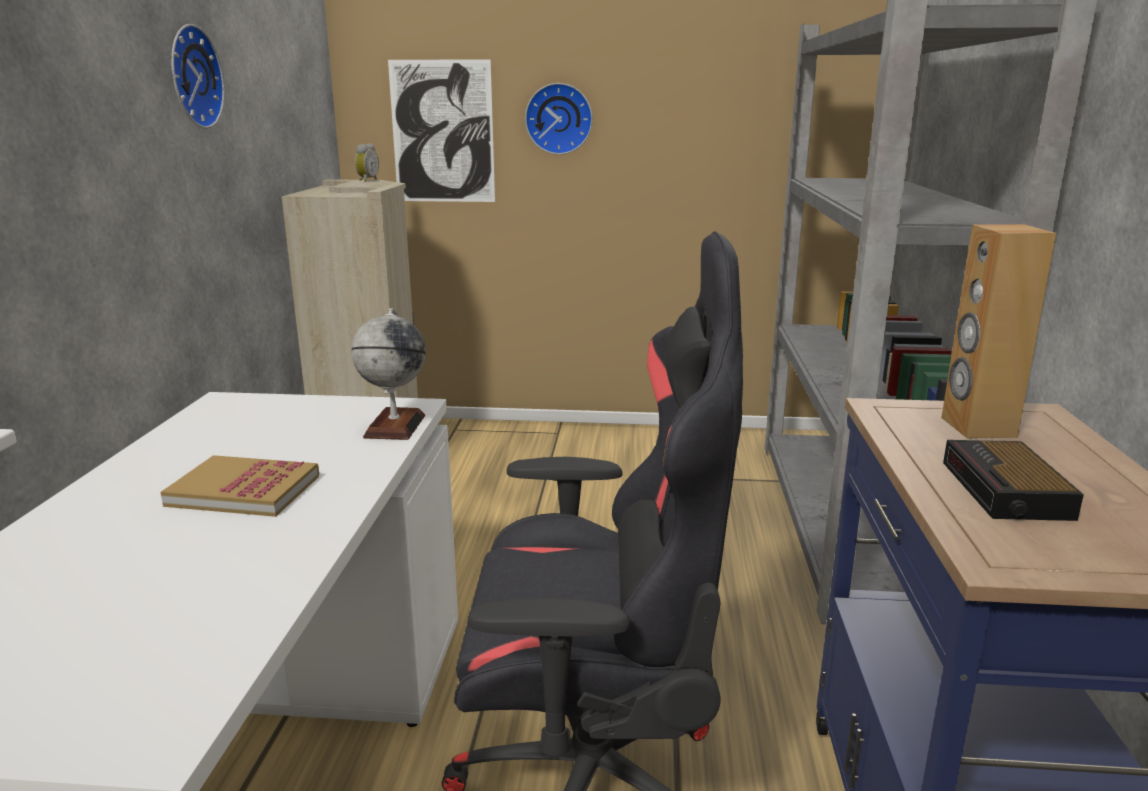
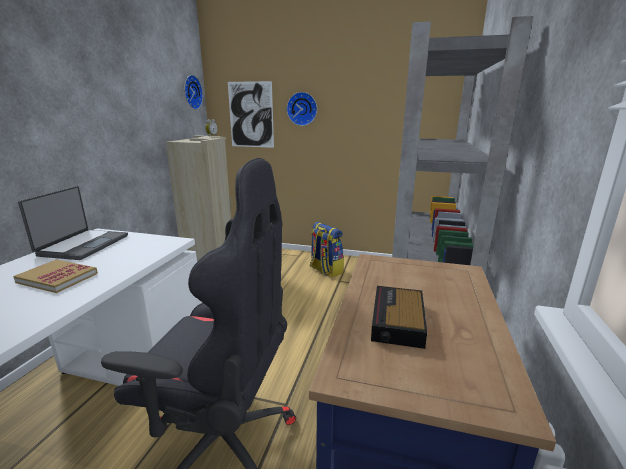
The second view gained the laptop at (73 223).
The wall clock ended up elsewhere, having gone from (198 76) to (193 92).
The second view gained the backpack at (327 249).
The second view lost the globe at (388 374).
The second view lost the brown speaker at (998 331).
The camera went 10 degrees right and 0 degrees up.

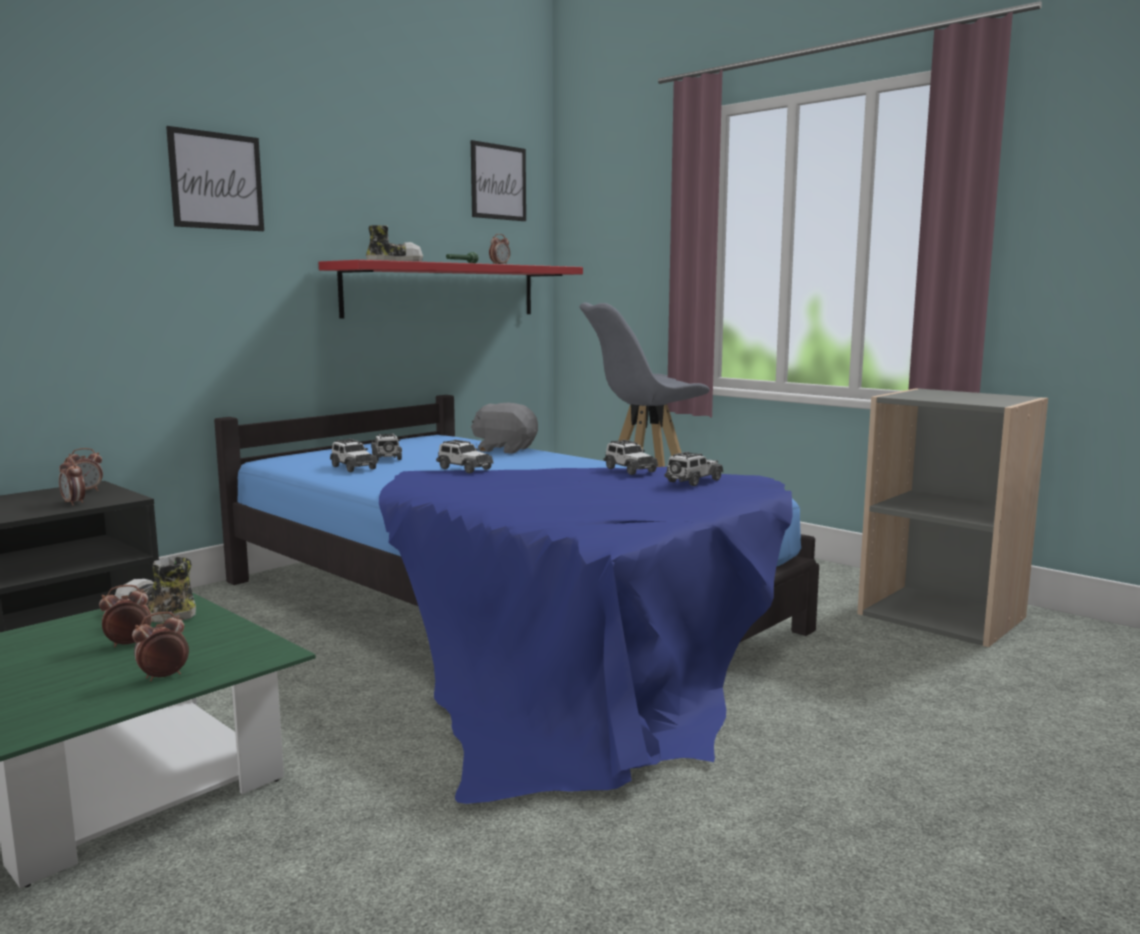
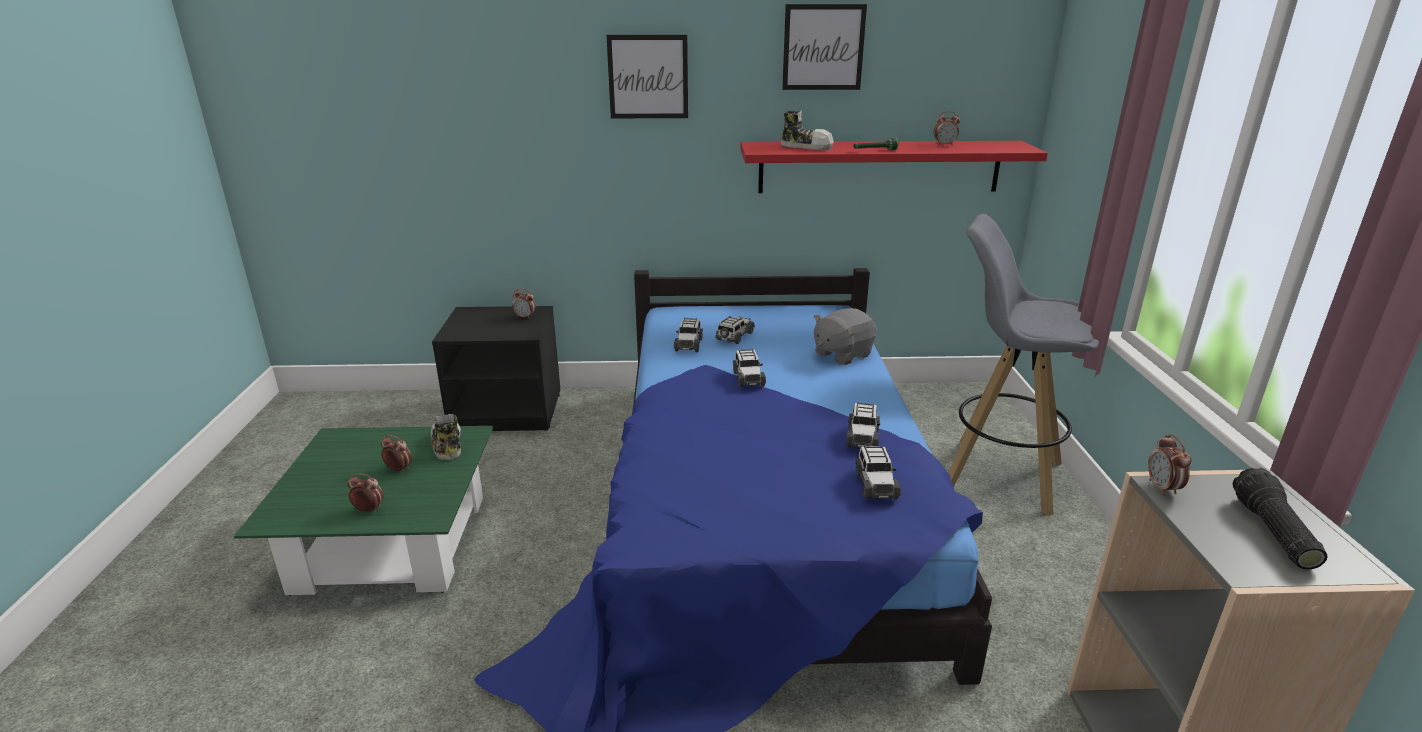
The picture ended up elsewhere, having gone from (498 180) to (824 47).
The grey plush toy at (504 428) ended up facing another way, 105 degrees counterclockwise from before.
The toy car at (693 469) ended up facing another way, 90 degrees clockwise from before.
The alarm clock ended up elsewhere, having gone from (72 482) to (1169 465).
The second view gained the flashlight at (1280 519).
The camera went 45 degrees right and 15 degrees up.

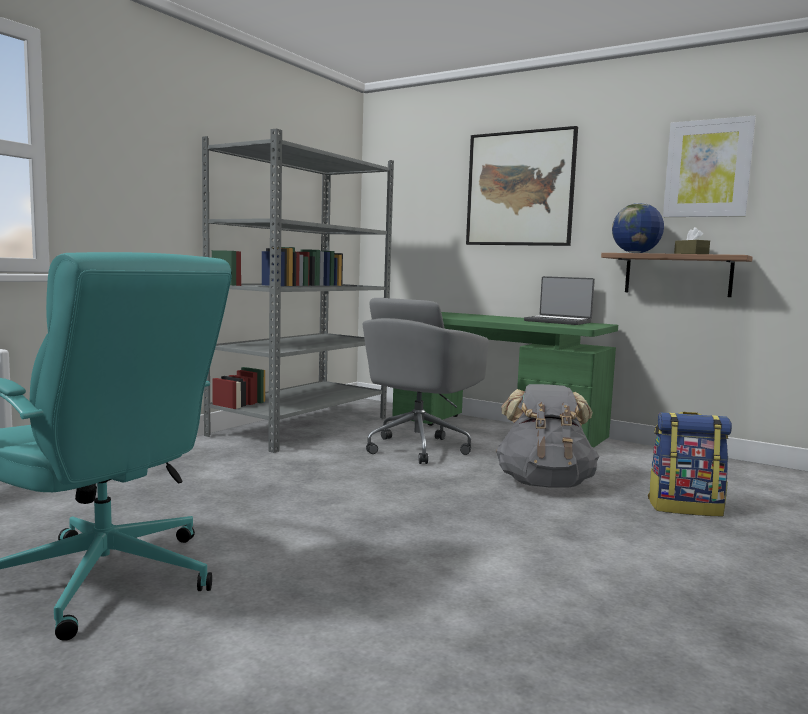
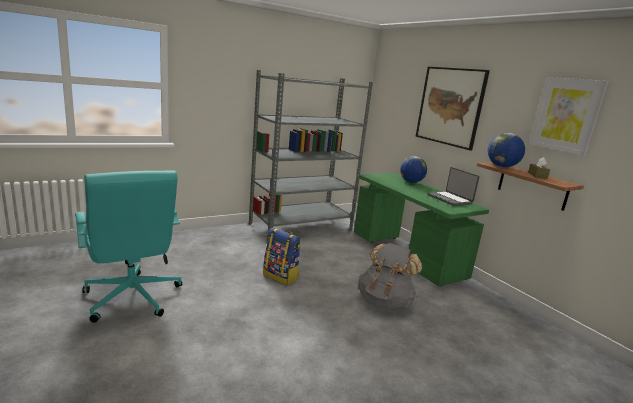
The backpack ended up elsewhere, having gone from (690 464) to (282 256).
The second view gained the globe at (413 169).
The second view lost the grey office chair at (426 381).
The camera went 25 degrees right and 10 degrees up.

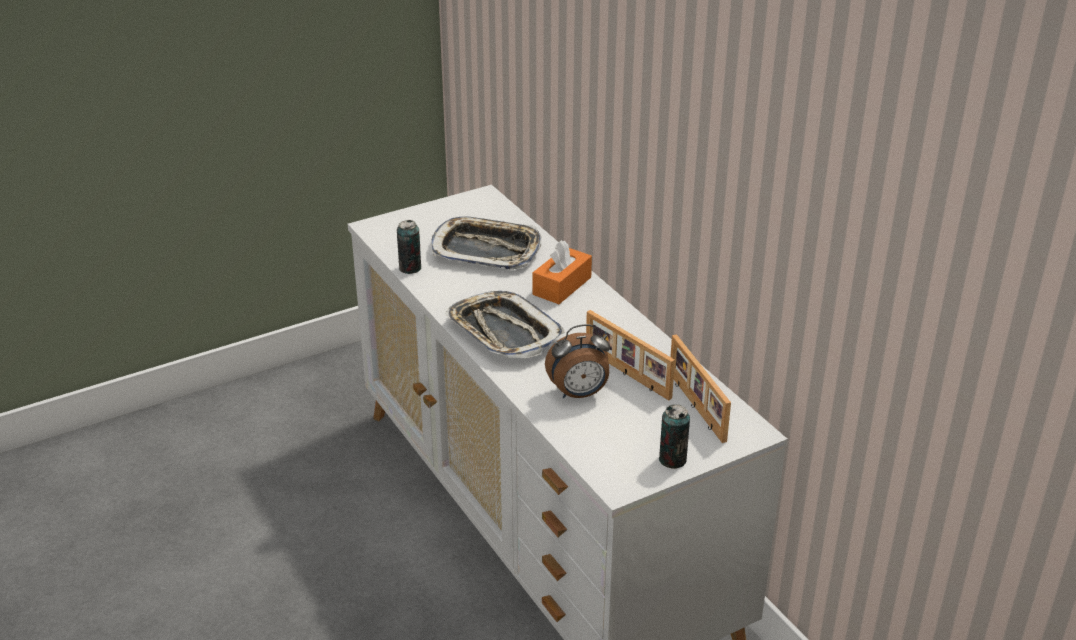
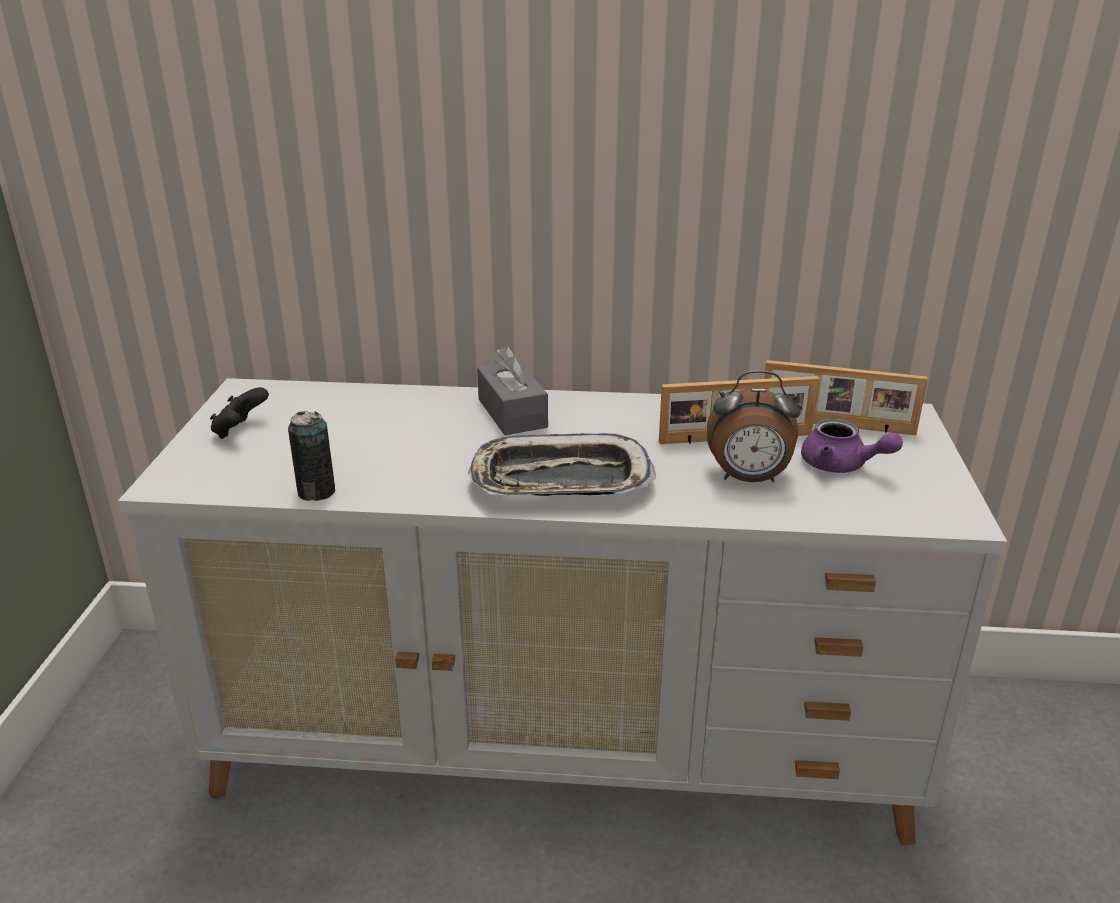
The second view gained the black game controller at (239 413).
What was the orange tissue box at (562 272) turned into the grey tissue box at (512 390).
The alarm clock at (577 361) ended up facing another way, 75 degrees clockwise from before.
The second view gained the purple teapot at (852 446).
The second view lost the tray at (486 243).
The second view lost the can at (674 436).
The camera went 55 degrees left and 5 degrees down.

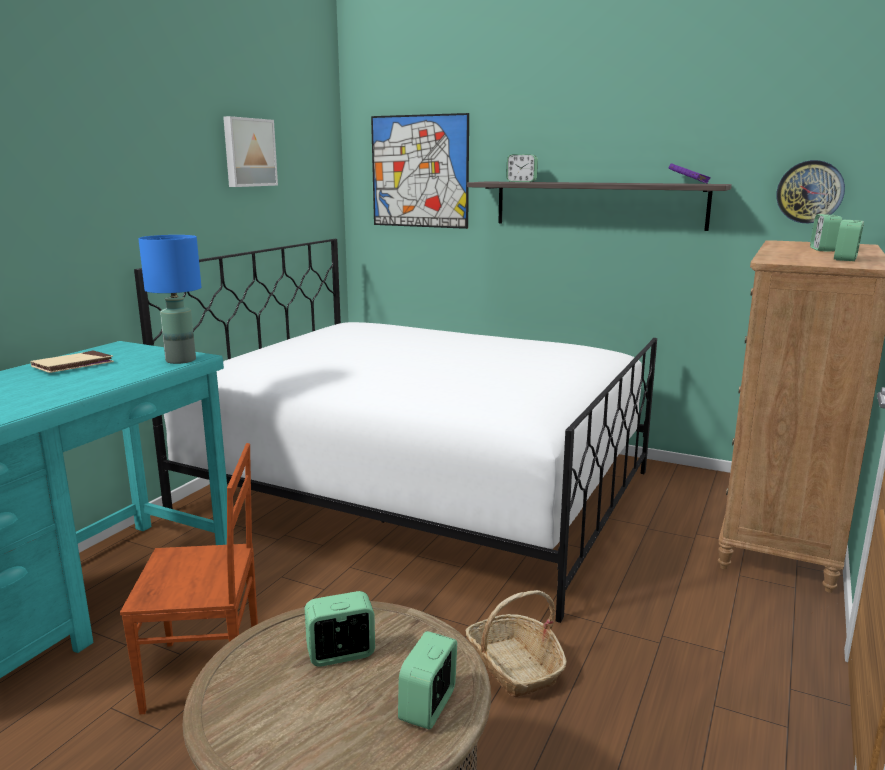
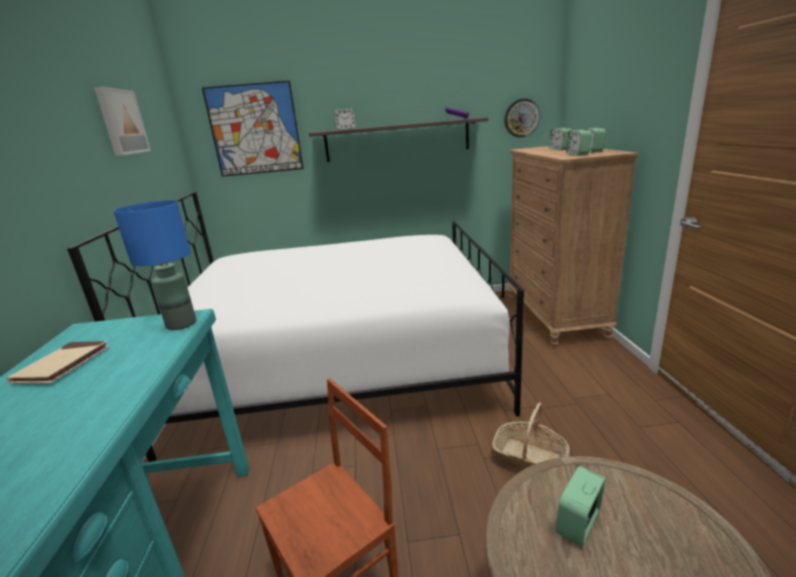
The alarm clock ended up elsewhere, having gone from (427 680) to (578 142).
The camera went 30 degrees left and 5 degrees up.

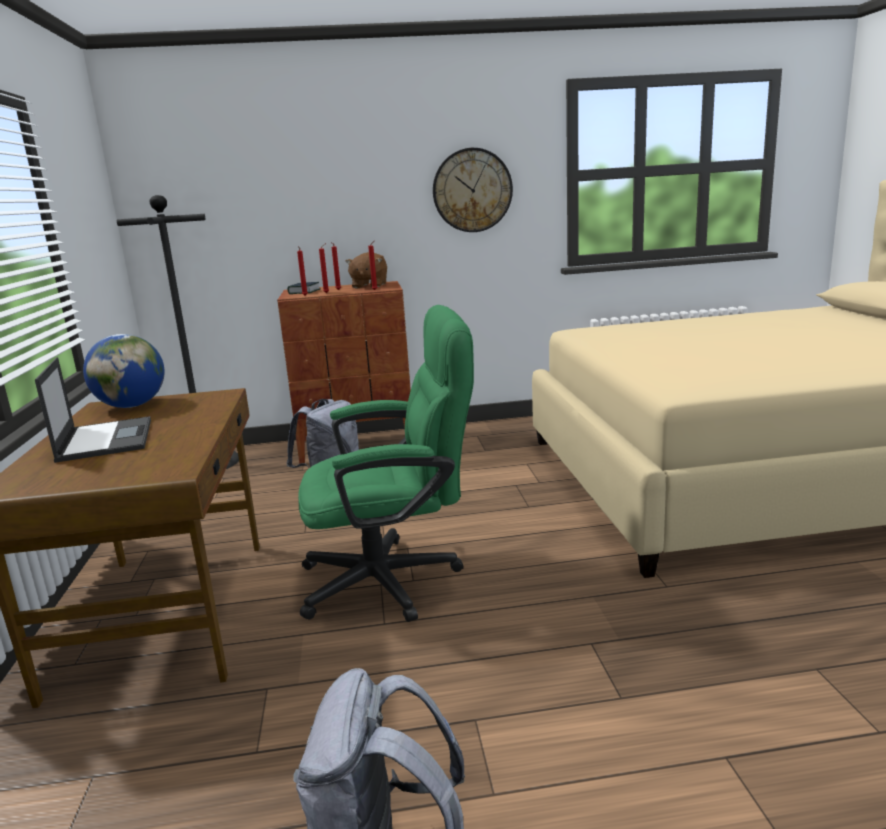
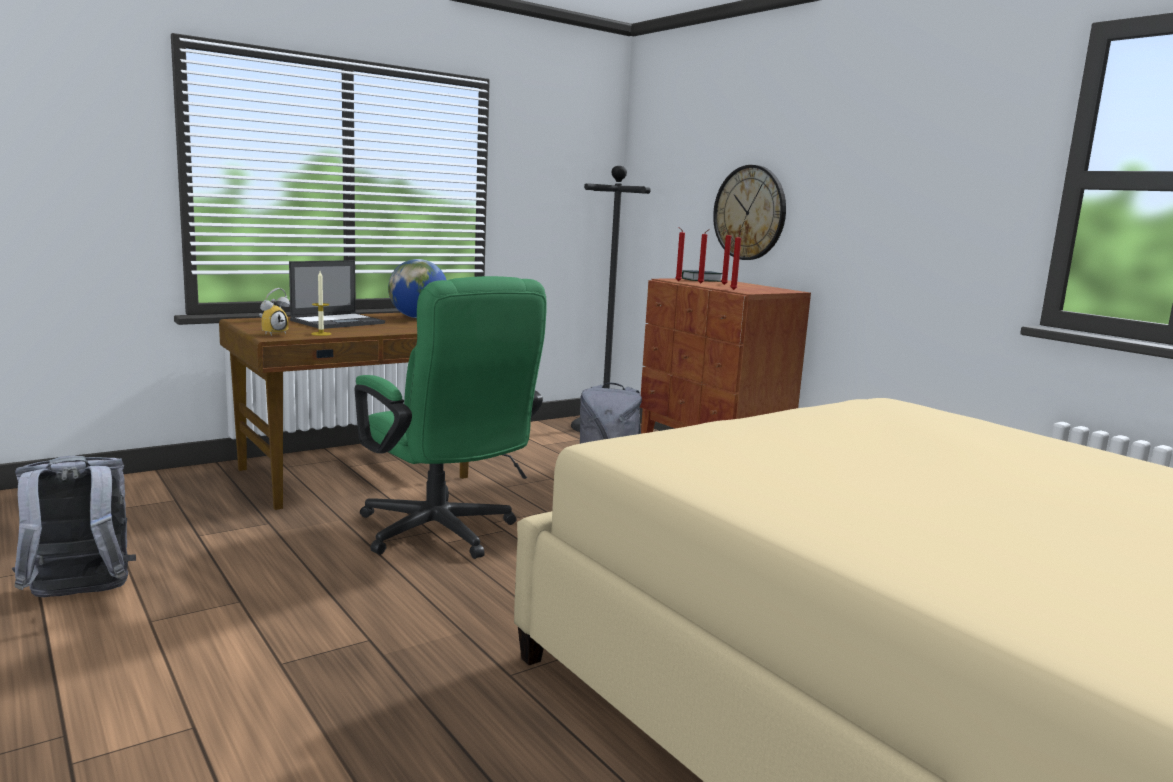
The second view gained the alarm clock at (274 312).
The second view gained the candle at (321 303).
The wall clock ended up elsewhere, having gone from (473 190) to (749 212).
The second view lost the brown plush toy at (366 270).
The camera went 60 degrees right and 5 degrees down.

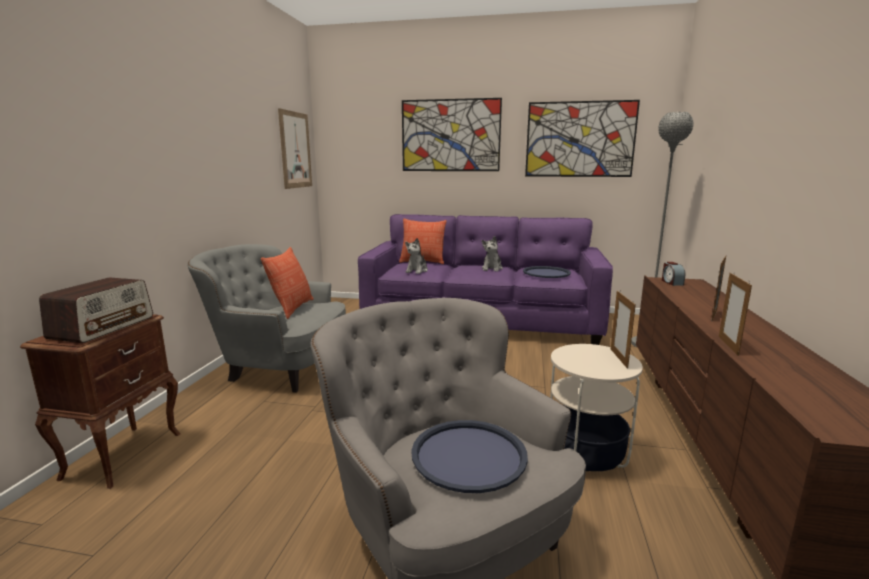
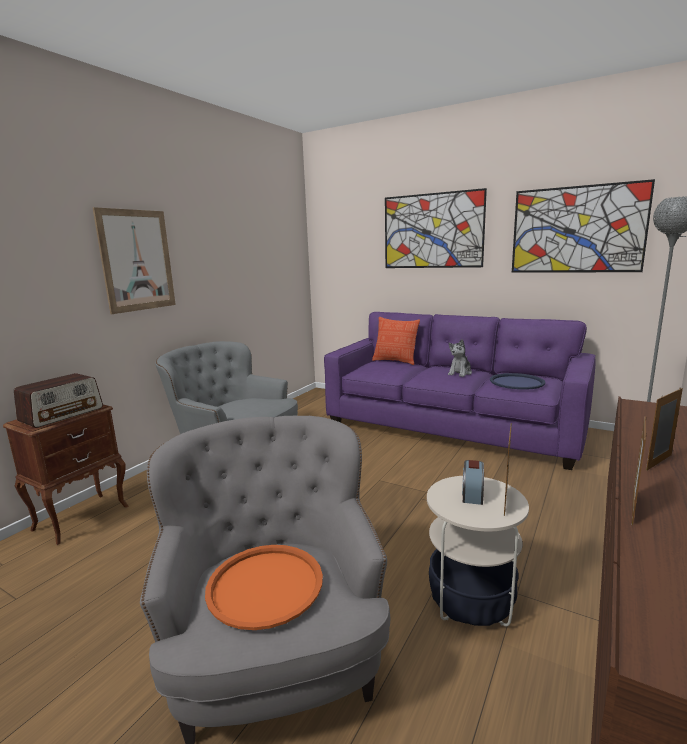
The picture ended up elsewhere, having gone from (295 148) to (134 260).
What was the blue tray at (469 456) turned into the orange tray at (264 587).
The alarm clock ended up elsewhere, having gone from (674 274) to (473 482).
The second view lost the orange pillow at (287 283).
The second view lost the plush toy at (416 256).
The camera went 20 degrees right and 0 degrees up.

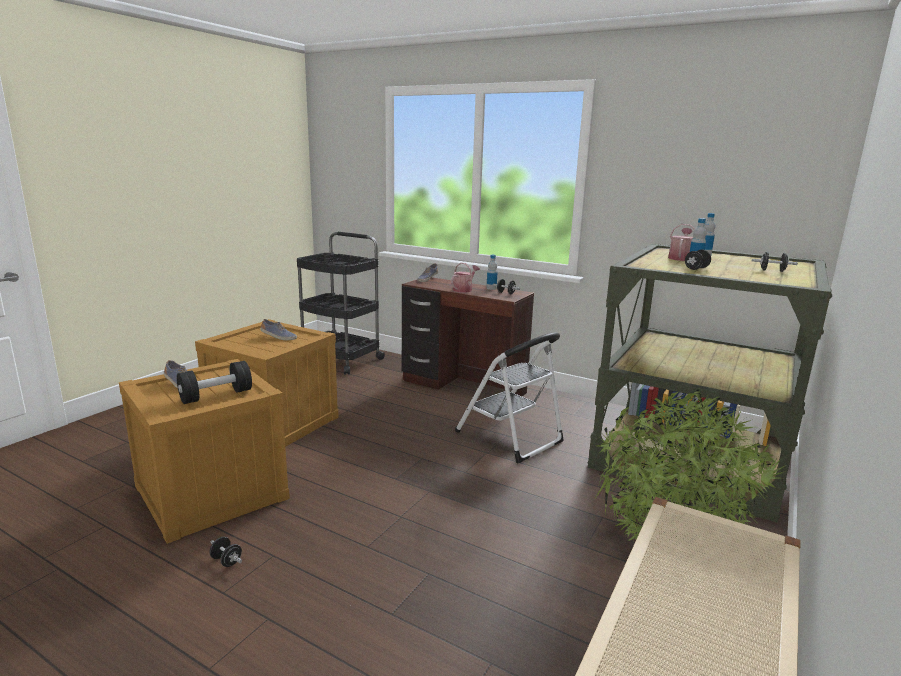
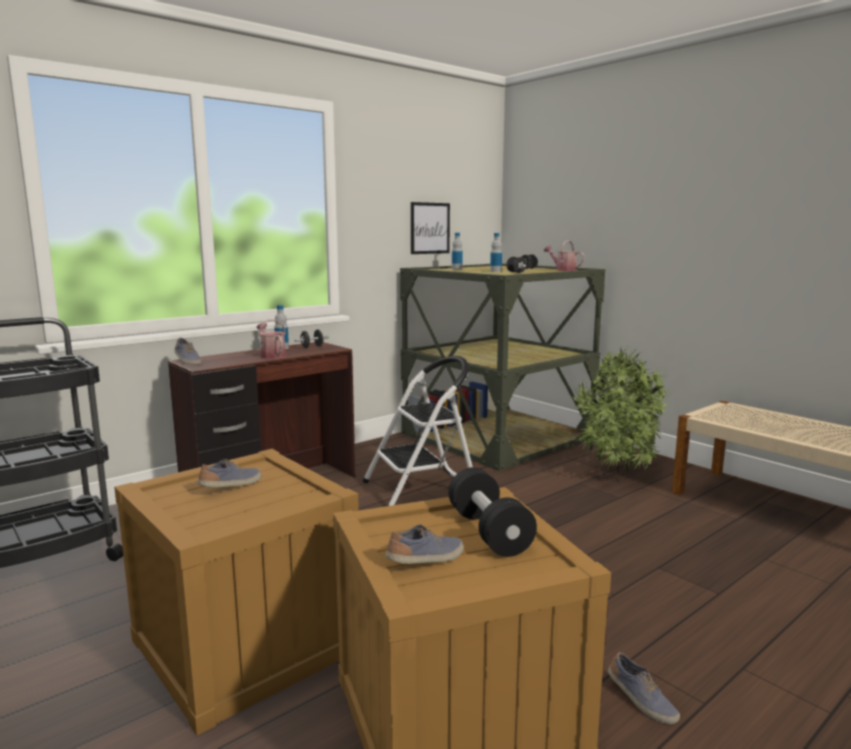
The second view gained the picture at (430 228).
The watering can ended up elsewhere, having gone from (681 242) to (564 255).
Where the black dumbbell stood at (225 552), the shoe came to stand at (644 688).
The camera went 70 degrees left and 5 degrees down.

